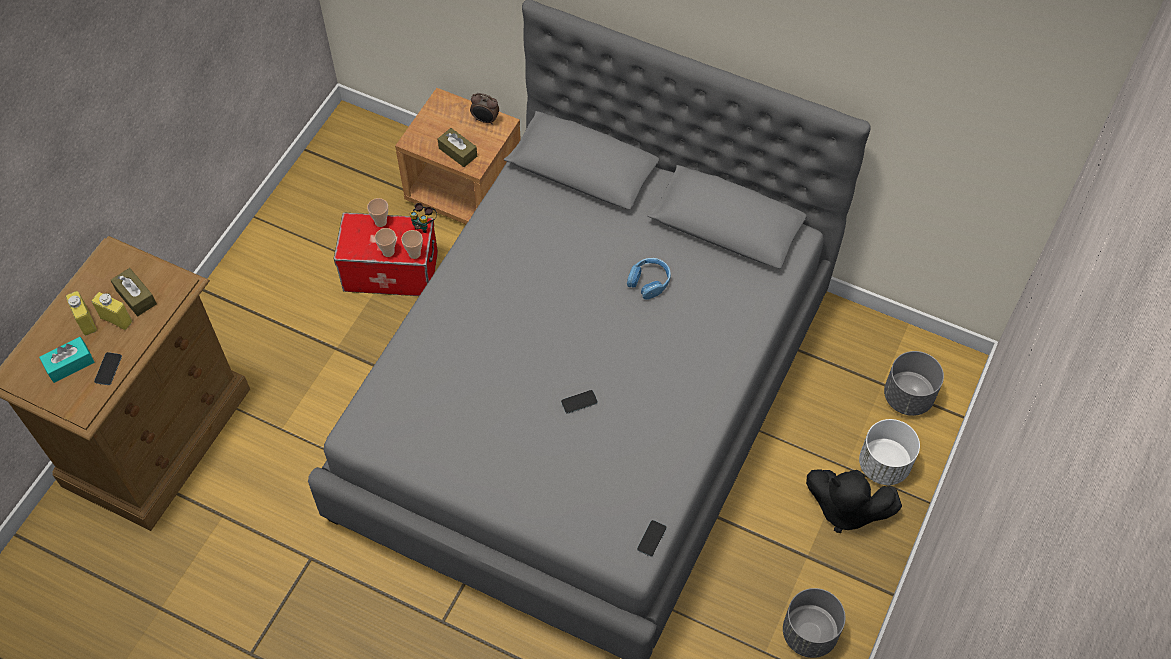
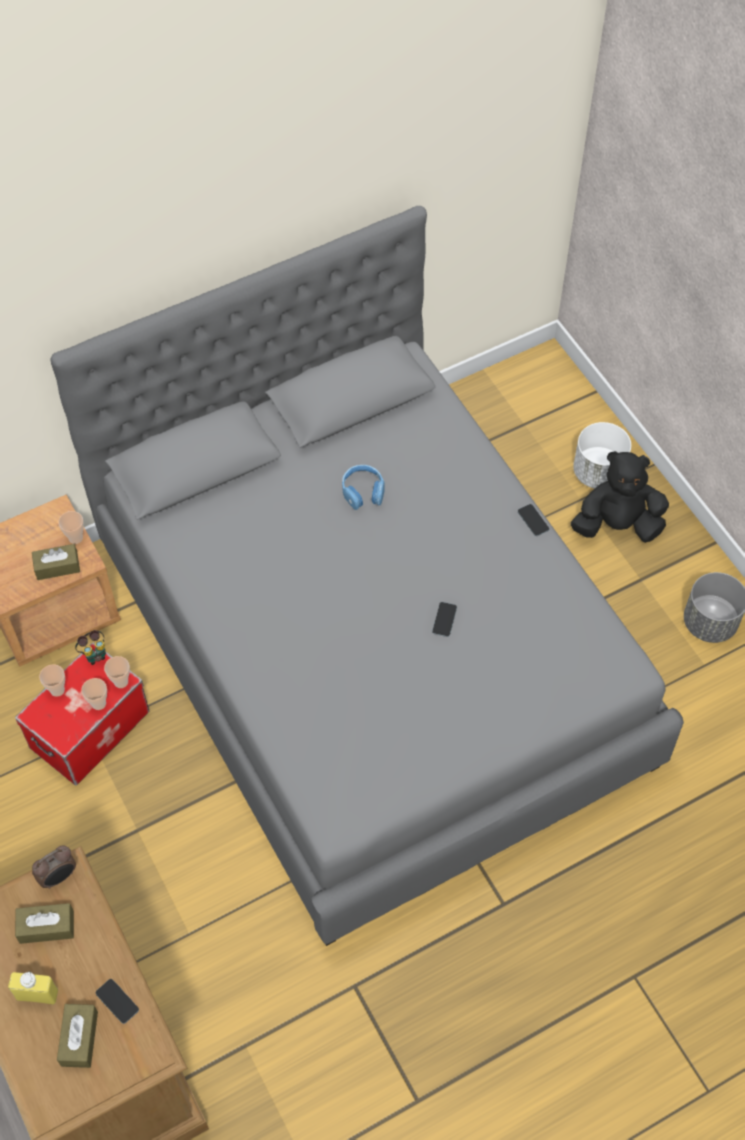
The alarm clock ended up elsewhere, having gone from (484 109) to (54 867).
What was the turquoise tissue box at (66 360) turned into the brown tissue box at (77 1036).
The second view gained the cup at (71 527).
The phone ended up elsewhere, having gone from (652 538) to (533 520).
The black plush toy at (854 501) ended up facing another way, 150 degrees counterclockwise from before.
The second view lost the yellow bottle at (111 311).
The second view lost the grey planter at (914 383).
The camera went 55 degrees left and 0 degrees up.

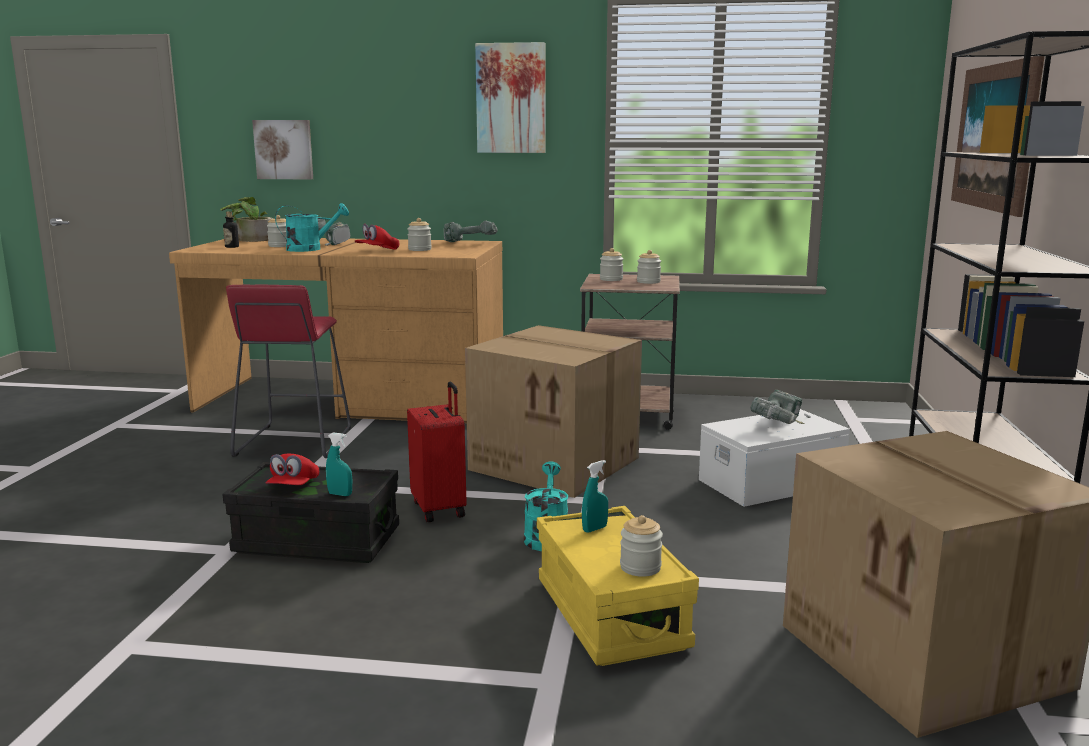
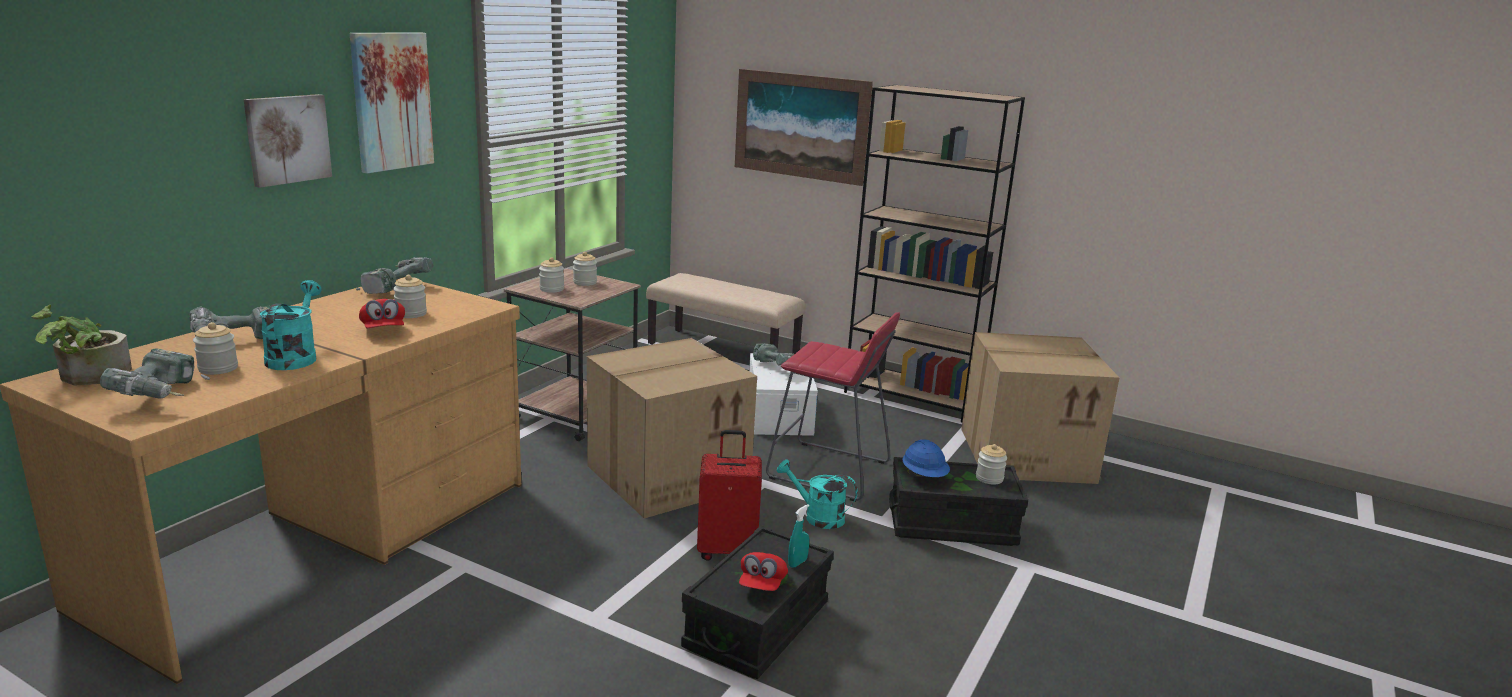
Where the bottle stood at (231 229), the power drill came to stand at (155 373).
The picture ended up elsewhere, having gone from (282 150) to (288 141).
The second view gained the beige bench at (726 313).
The red cap at (292 469) ended up facing another way, 75 degrees clockwise from before.
The red stool ended up elsewhere, having gone from (288 371) to (833 407).
What was the yellow storage box at (618 586) turned into the black storage box at (958 501).
Where the turquoise spray bottle stood at (595 496), the blue hard hat came to stand at (926 458).
The camera went 70 degrees left and 5 degrees up.

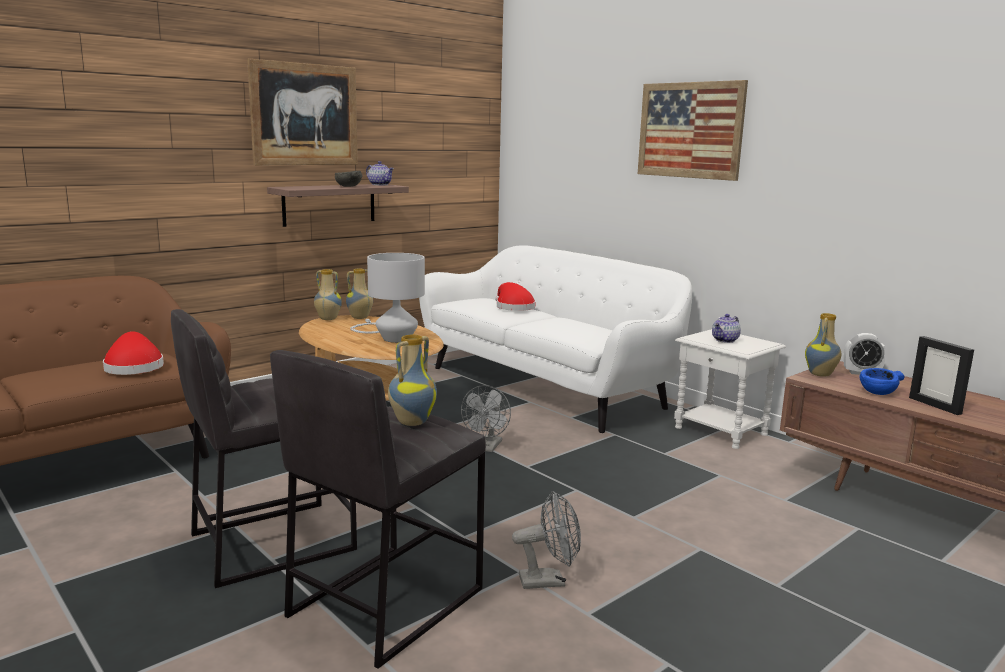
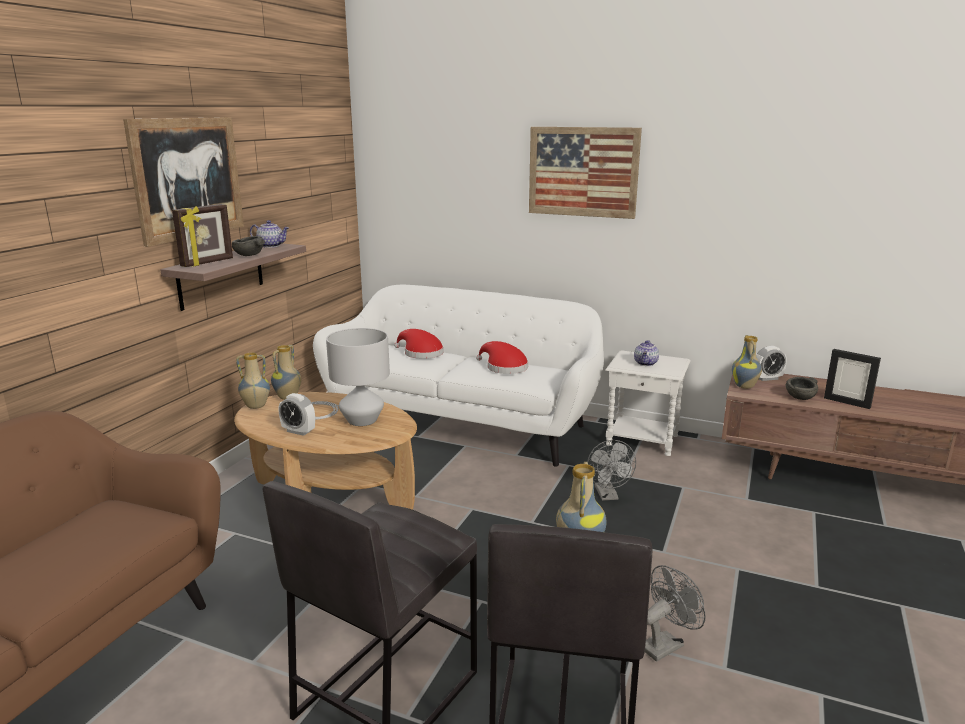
The second view gained the picture frame at (202 235).
The second view gained the alarm clock at (297 414).
The red hat ended up elsewhere, having gone from (133 353) to (502 357).
The grey fan ended up elsewhere, having gone from (486 418) to (611 470).
What was the blue bowl at (882 381) turned into the grey bowl at (802 388).
The camera went 25 degrees left and 5 degrees up.

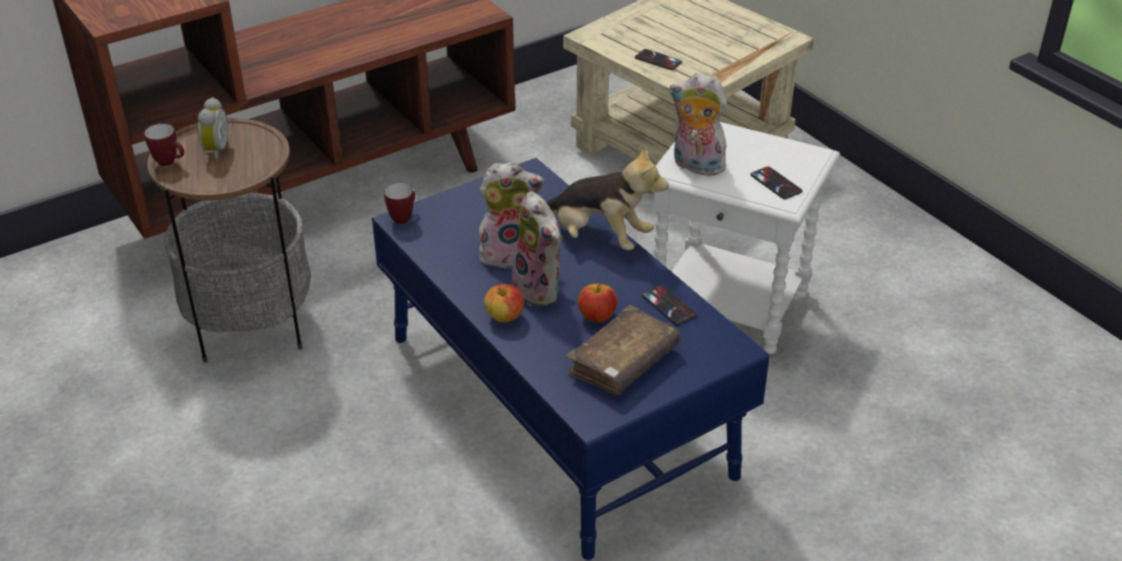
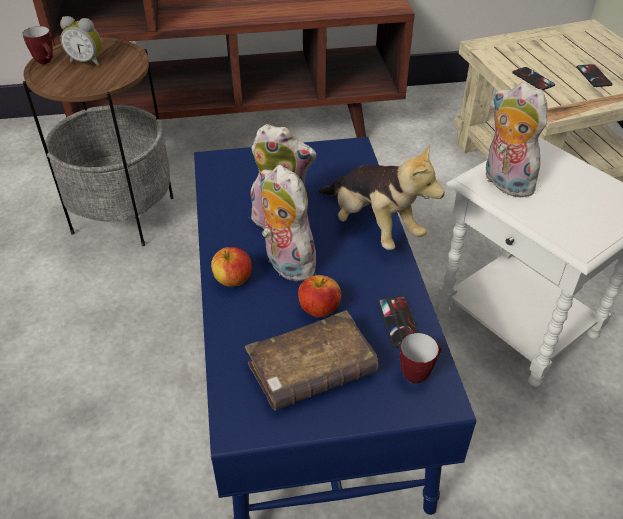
The alarm clock at (213 129) ended up facing another way, 75 degrees clockwise from before.
The plush toy at (537 248) ended up facing another way, 150 degrees clockwise from before.
The mug ended up elsewhere, having gone from (399 203) to (420 358).
The phone ended up elsewhere, having gone from (776 182) to (594 75).
The camera went 25 degrees right and 5 degrees up.

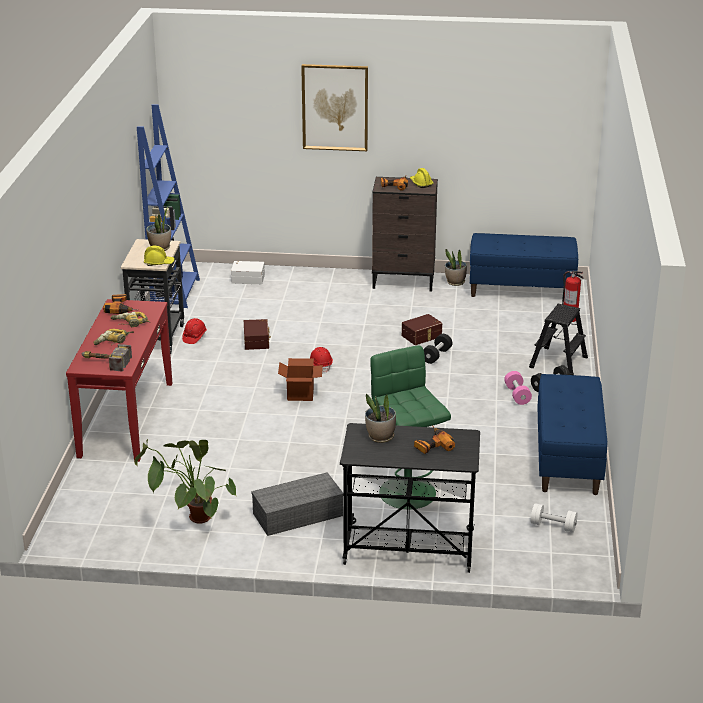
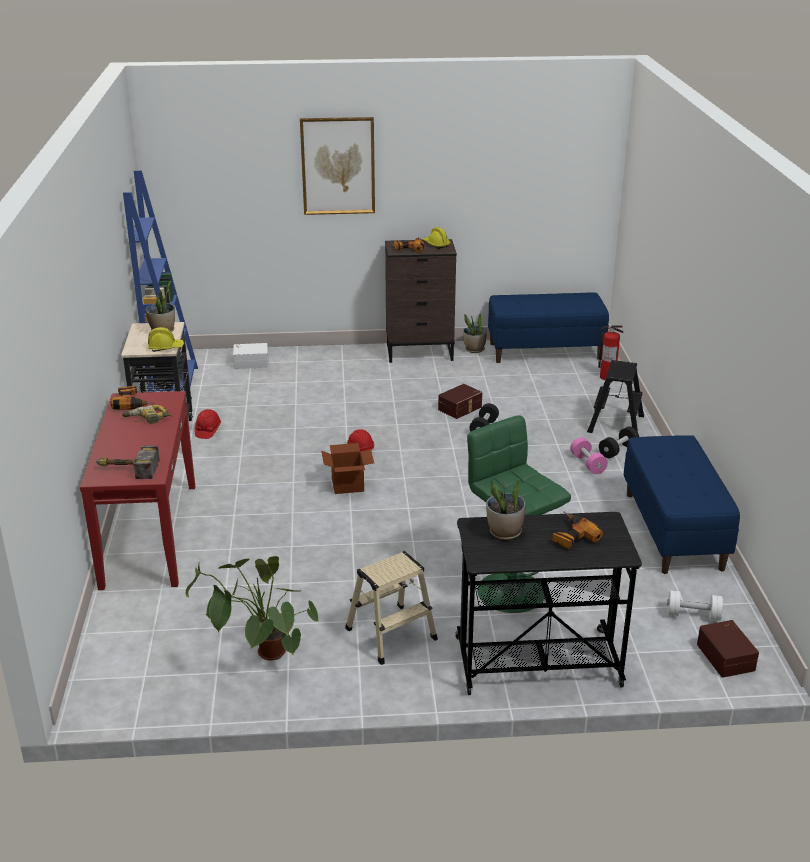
Where the grey storage box stood at (297 504), the beige step ladder came to stand at (391 608).
The brown storage box ended up elsewhere, having gone from (257 334) to (728 649).
The second view lost the power drill at (113 337).
The camera went 10 degrees left and 0 degrees up.

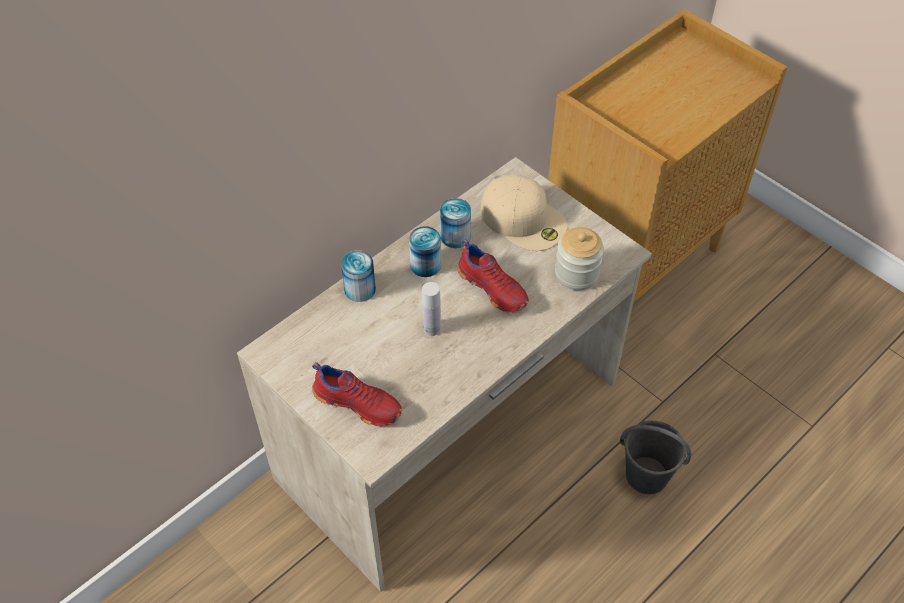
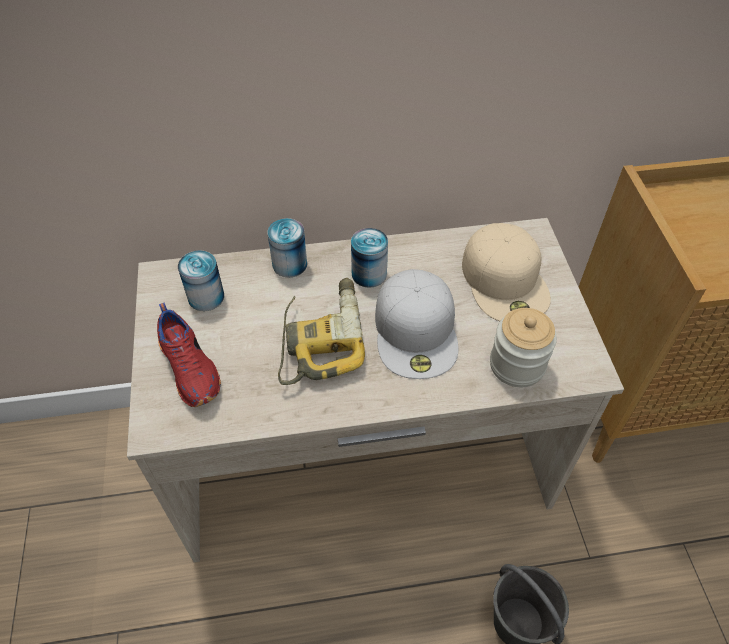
The can ended up elsewhere, having gone from (455 223) to (201 280).
Where the white bottle stood at (431 309), the power drill came to stand at (321 331).
Where the red shoe stood at (493 276), the white cap came to stand at (416 324).
The camera went 35 degrees right and 0 degrees up.

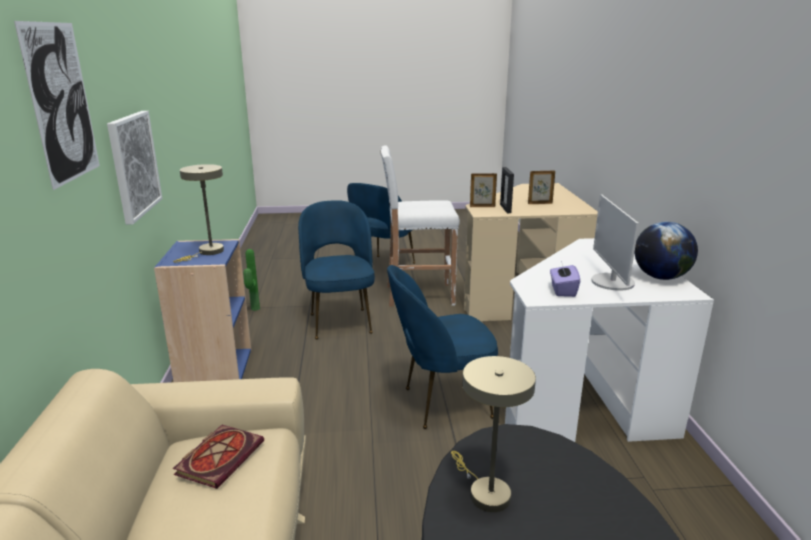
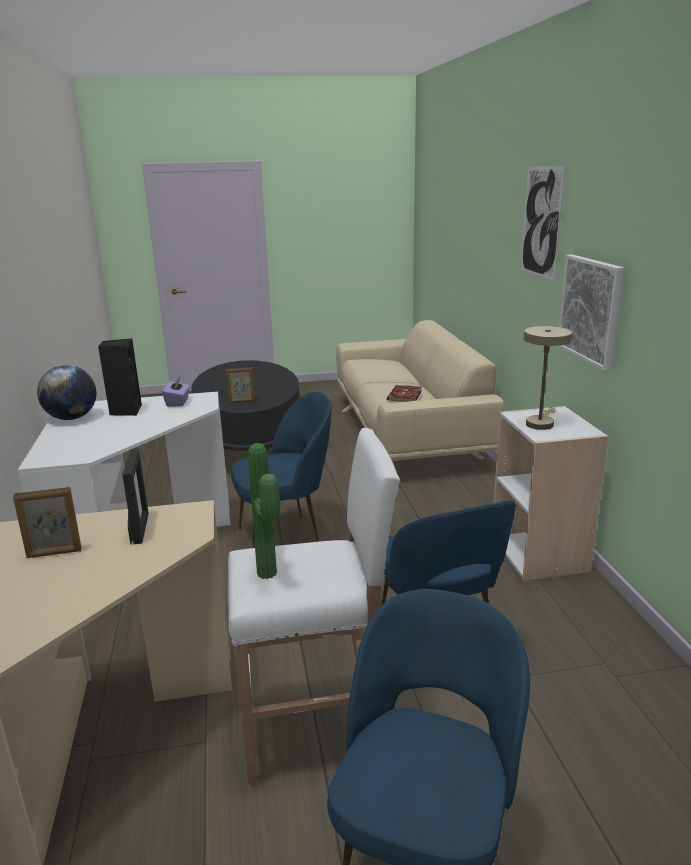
Where the monitor stood at (615 243), the black speaker came to stand at (120 377).
The picture frame ended up elsewhere, having gone from (483 190) to (240 385).
The potted plant ended up elsewhere, having gone from (251 280) to (264 511).
What was the blue bookcase at (202 310) turned into the white bookcase at (551 493).
The second view lost the beige table lamp at (493 434).
The camera went 175 degrees right and 0 degrees up.

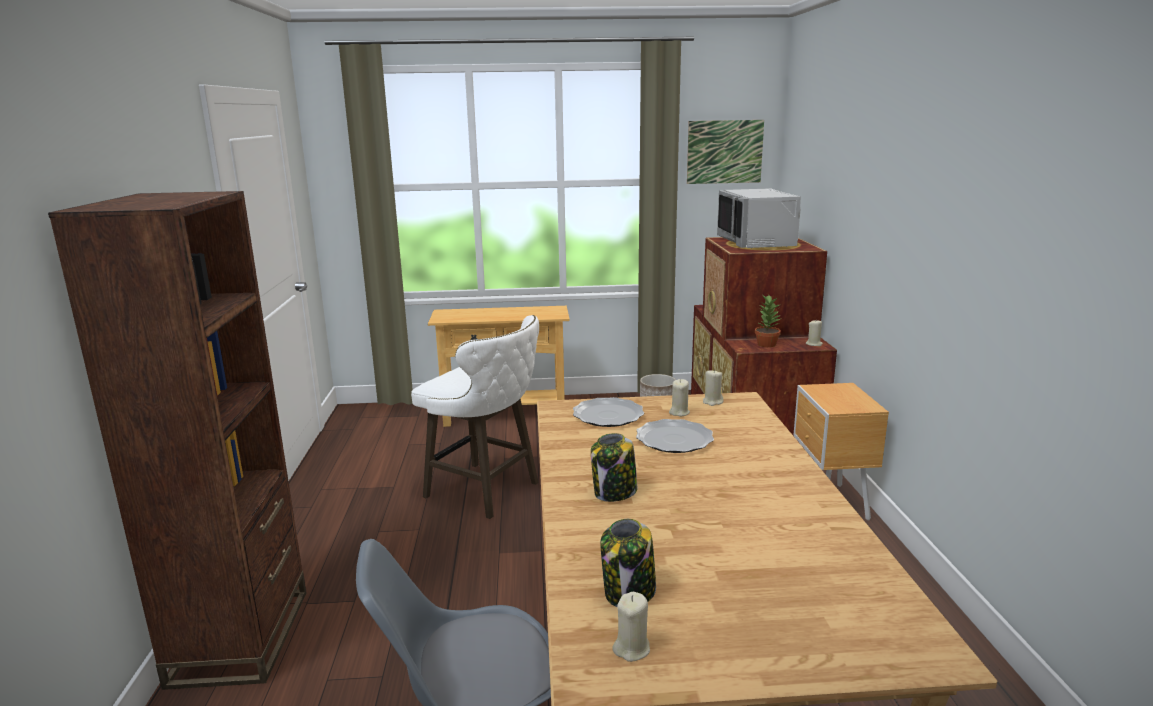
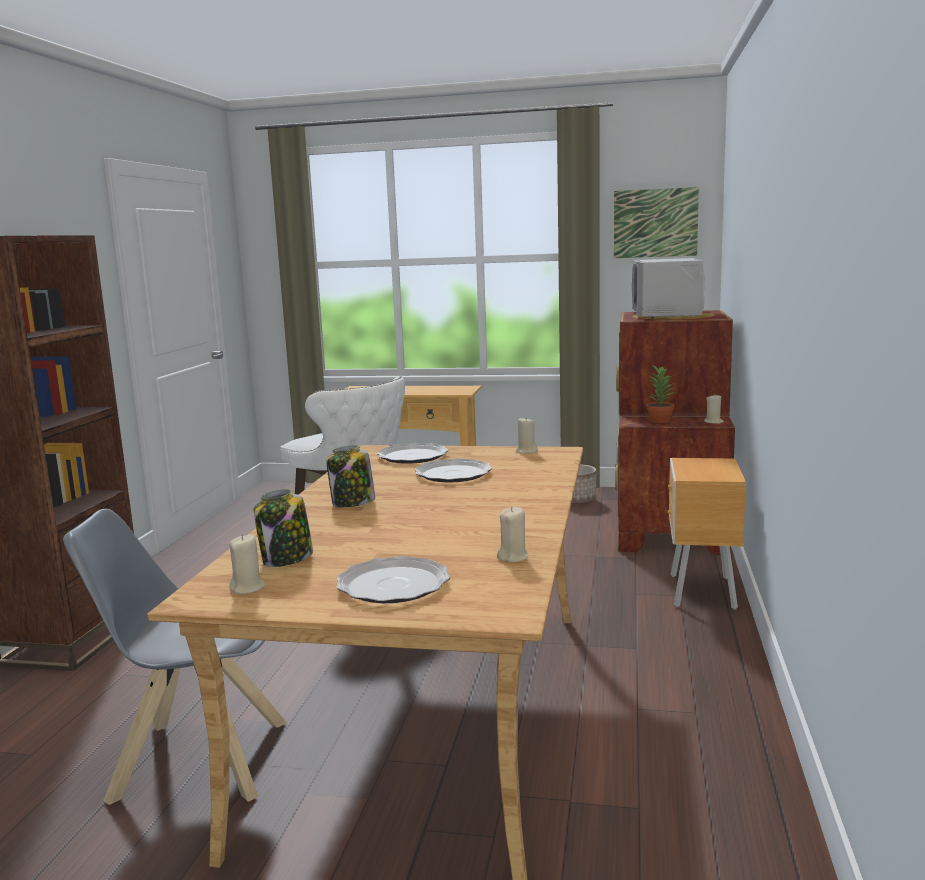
The second view gained the plate at (393 579).
The beige candle ended up elsewhere, having gone from (679 397) to (512 535).
The camera went 15 degrees right and 5 degrees down.

